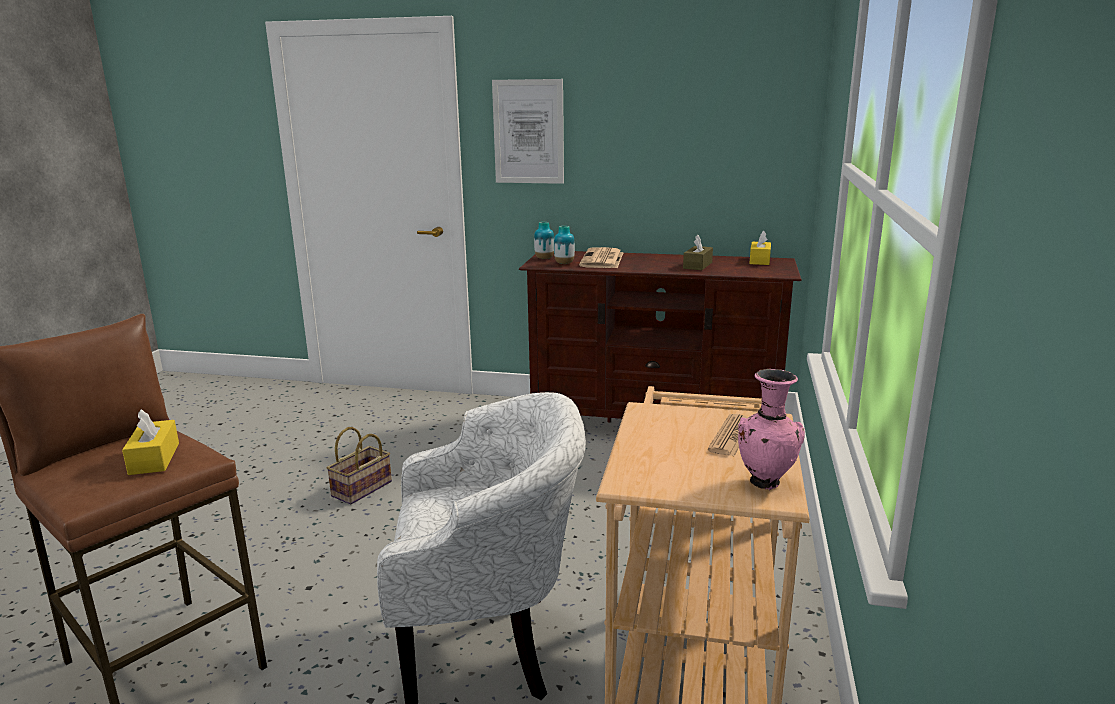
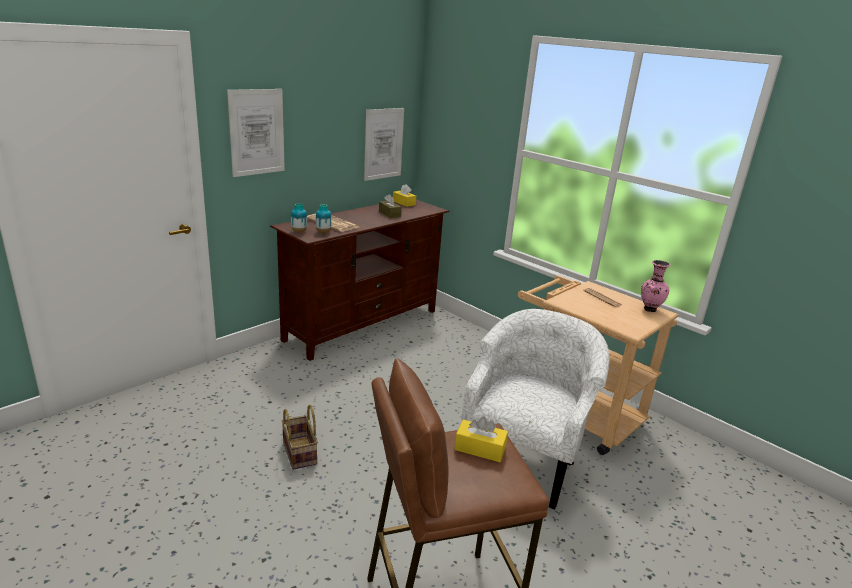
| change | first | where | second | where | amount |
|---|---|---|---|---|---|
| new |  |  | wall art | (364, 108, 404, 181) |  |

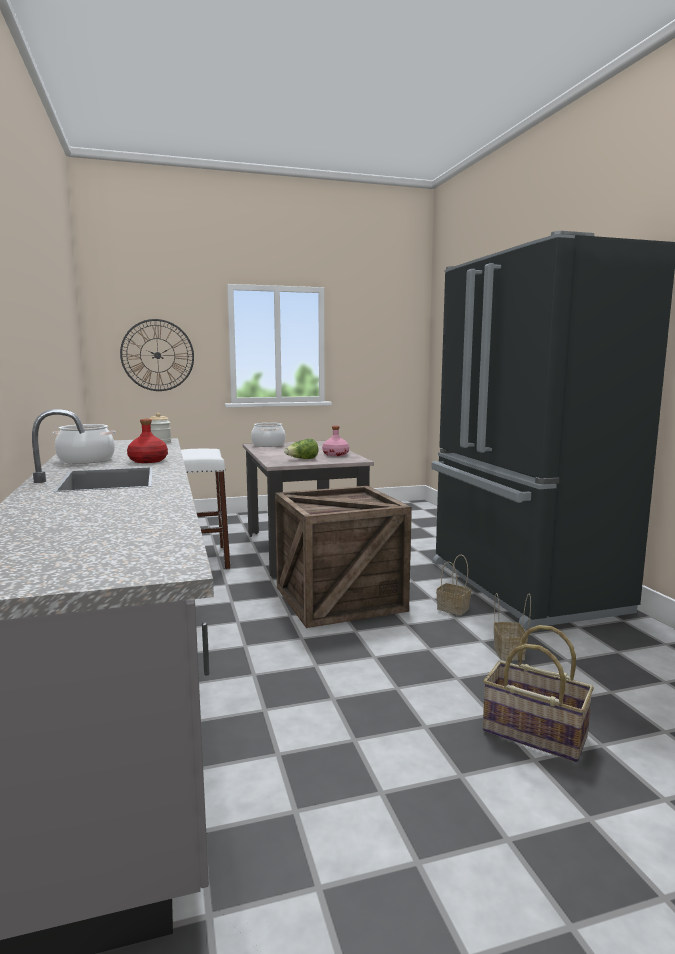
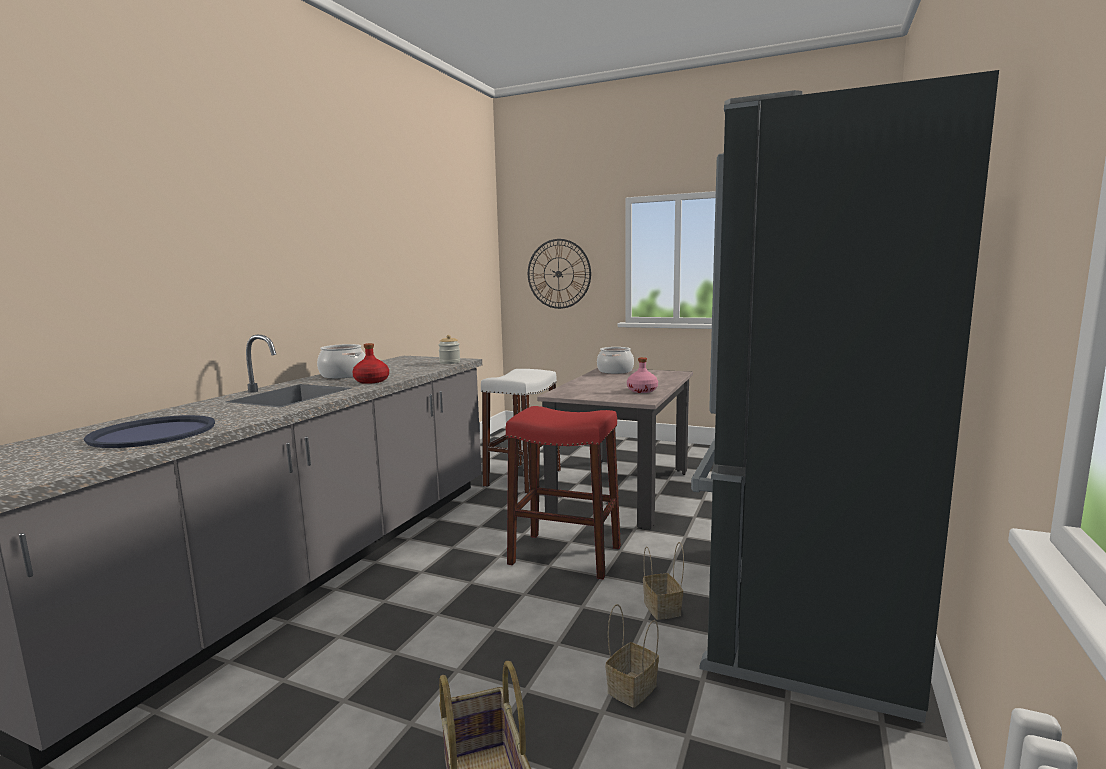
| change | first | where | second | where | amount |
|---|---|---|---|---|---|
| new |  |  | tray/bluish | (84, 415, 215, 448) |  |
| swapped | packing crate | (275, 486, 412, 628) | sitting stool/reddish | (506, 406, 621, 579) |  |
| gone | head of lettuce | (284, 439, 318, 459) |  |  |  |

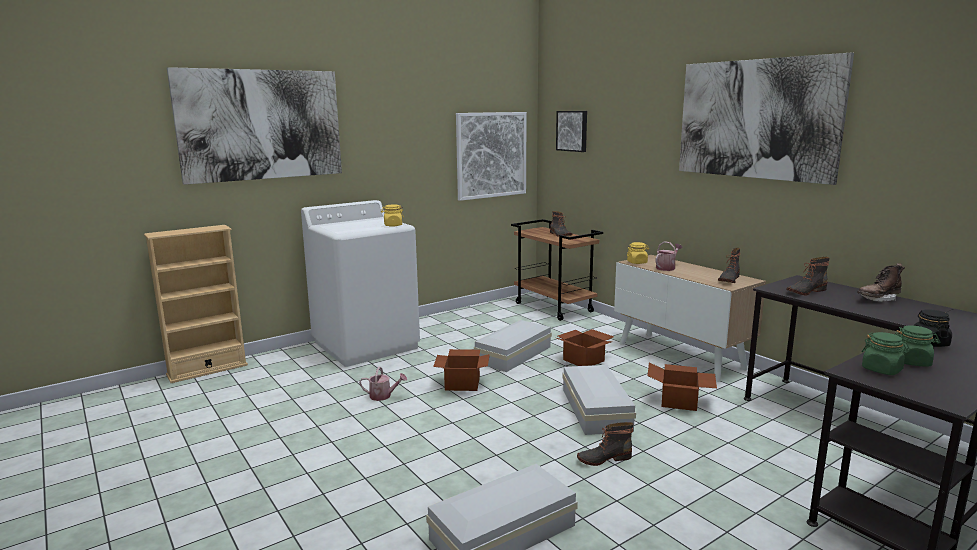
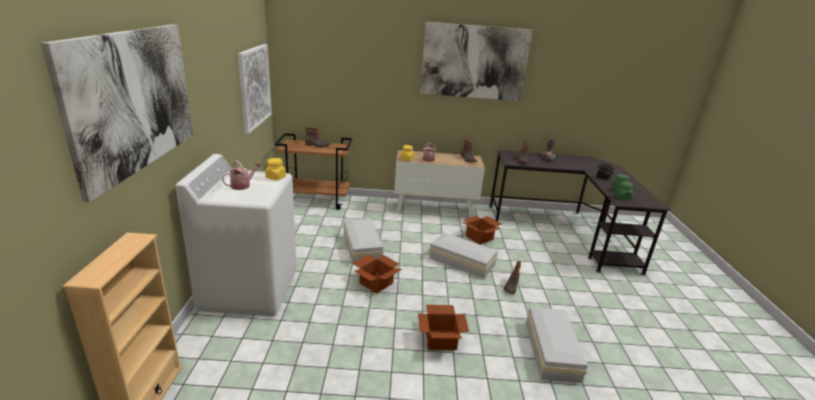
| change | first | where | second | where | amount |
|---|---|---|---|---|---|
| shifted | watering can | (359, 366, 407, 401) |  | (222, 160, 262, 190) |  |
| shifted | carton | (556, 329, 614, 366) |  | (418, 305, 469, 350) |  |
| gone | wall art | (556, 111, 587, 152) |  |  |  |

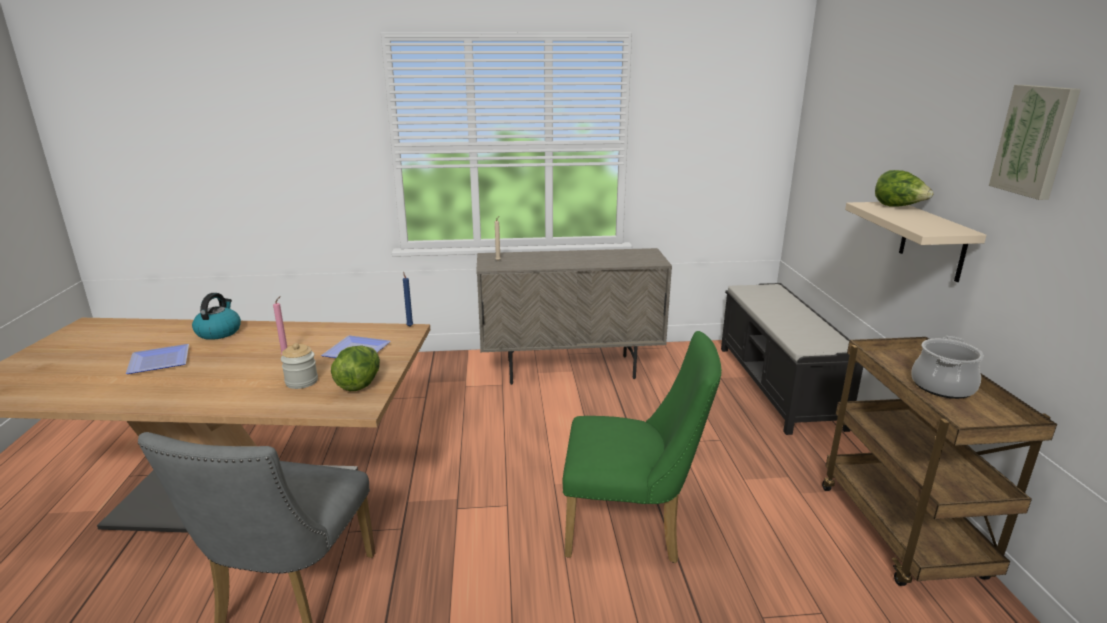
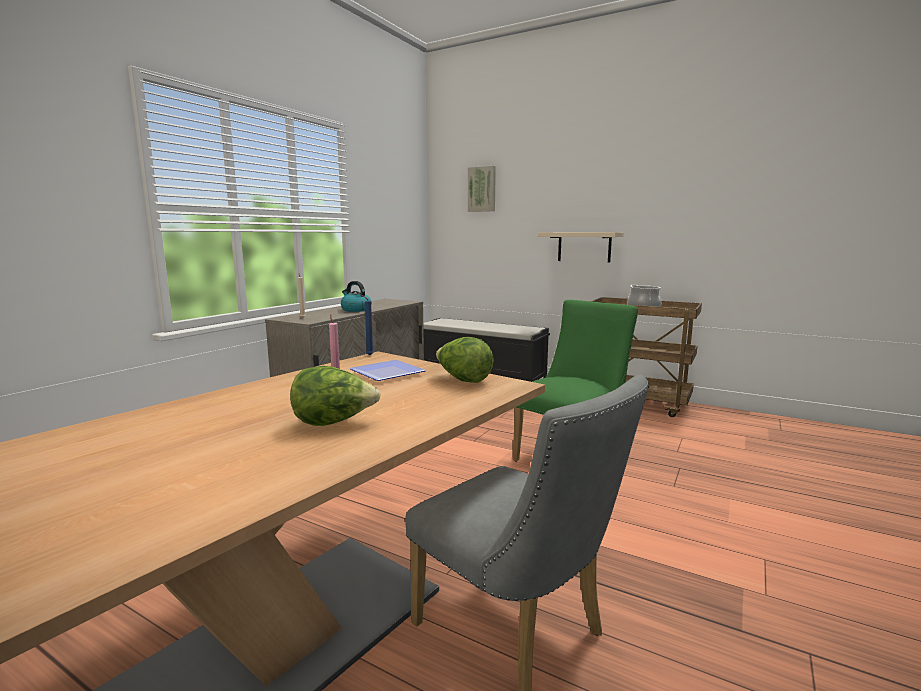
| change | first | where | second | where | amount |
|---|---|---|---|---|---|
| shifted | head of lettuce | (875, 170, 934, 207) |  | (290, 366, 381, 426) |  |
| shifted | tea kettle | (192, 293, 241, 340) |  | (341, 281, 372, 312) |  |
| shifted | wall art | (989, 85, 1081, 200) |  | (468, 166, 496, 212) |  |
| gone | plate | (126, 344, 189, 374) |  |  |  |
| gone | preserve jar | (281, 343, 318, 389) |  |  |  |

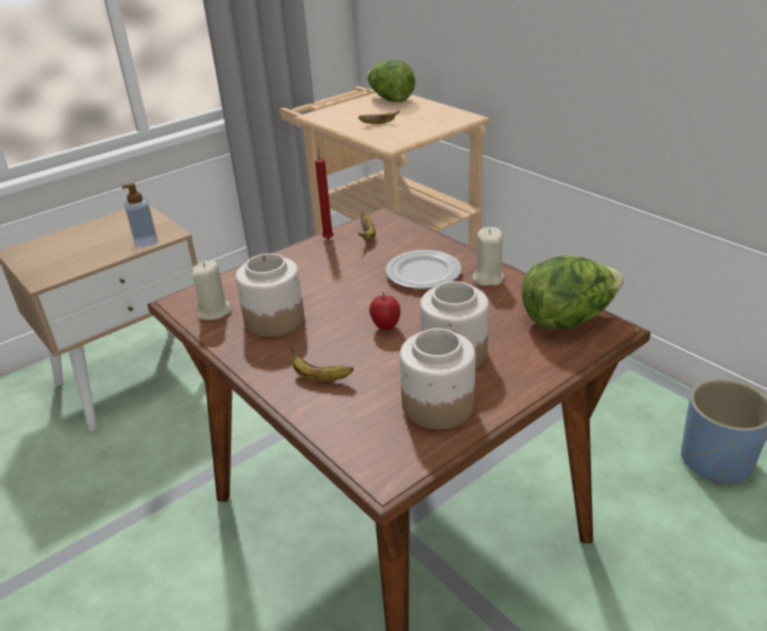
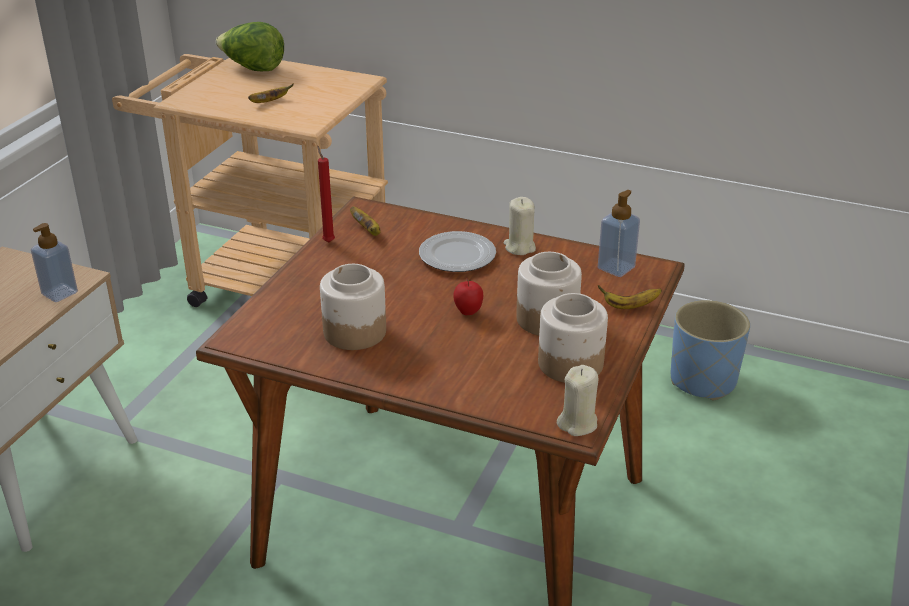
| change | first | where | second | where | amount |
|---|---|---|---|---|---|
| shifted | candle/beige | (192, 261, 232, 320) |  | (557, 365, 599, 436) |  |
| swapped | head of lettuce | (521, 255, 624, 330) | soap bottle | (598, 190, 640, 277) |  |
| shifted | whole banana | (291, 347, 354, 382) |  | (598, 285, 662, 309) |  |

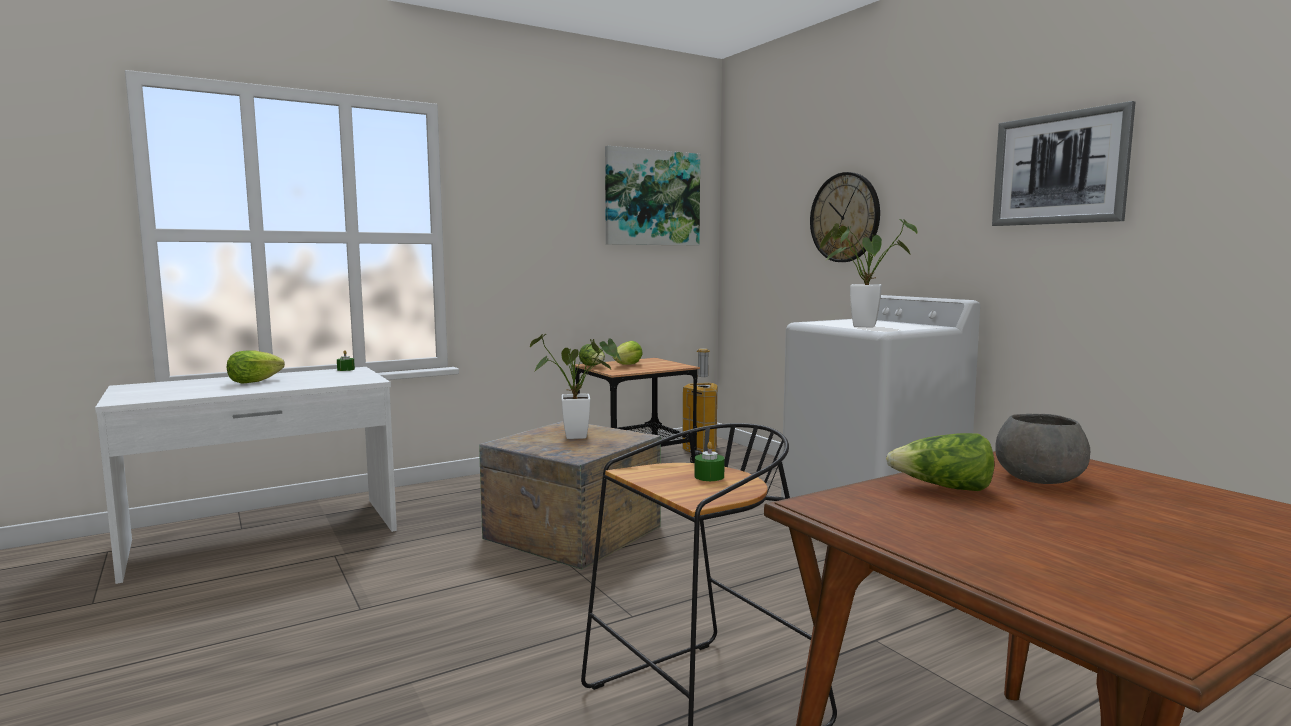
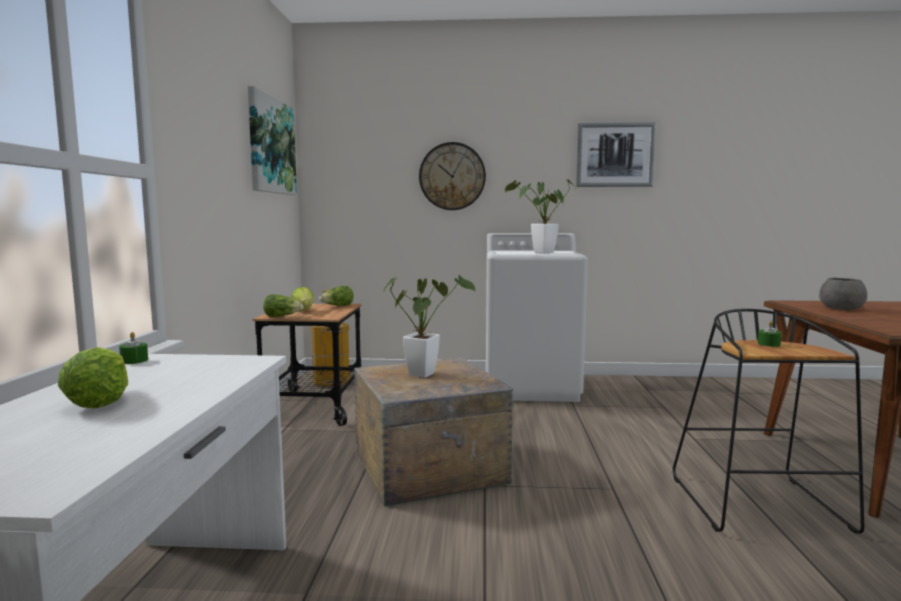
| change | first | where | second | where | amount |
|---|---|---|---|---|---|
| shifted | head of lettuce | (886, 433, 994, 491) |  | (319, 286, 354, 306) |  |

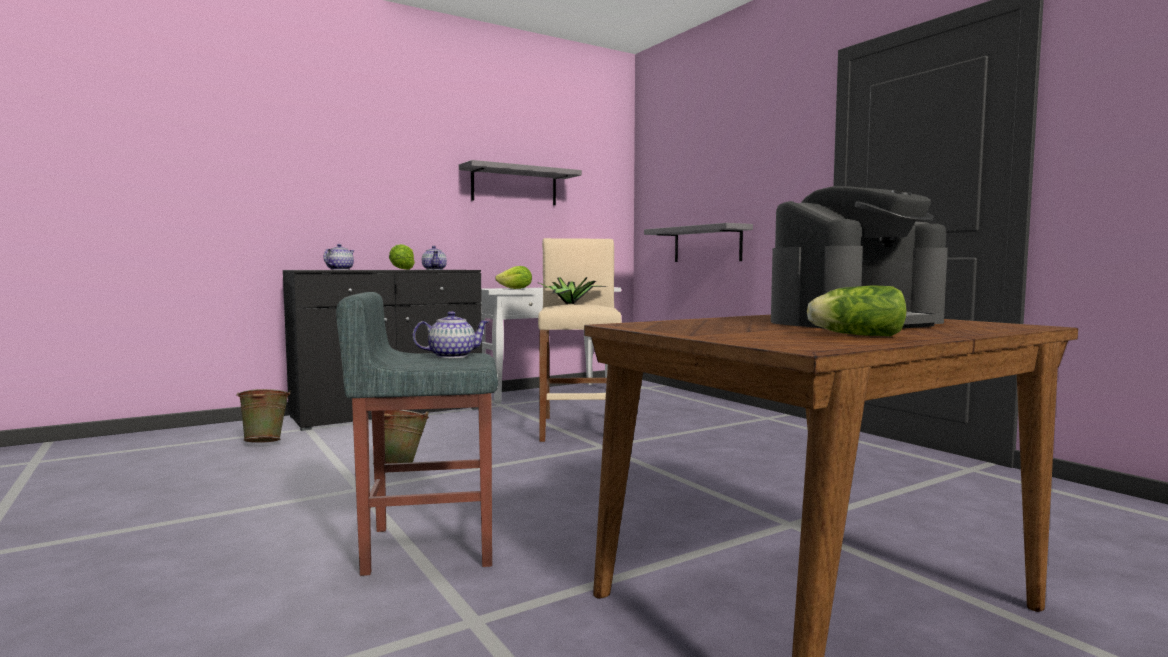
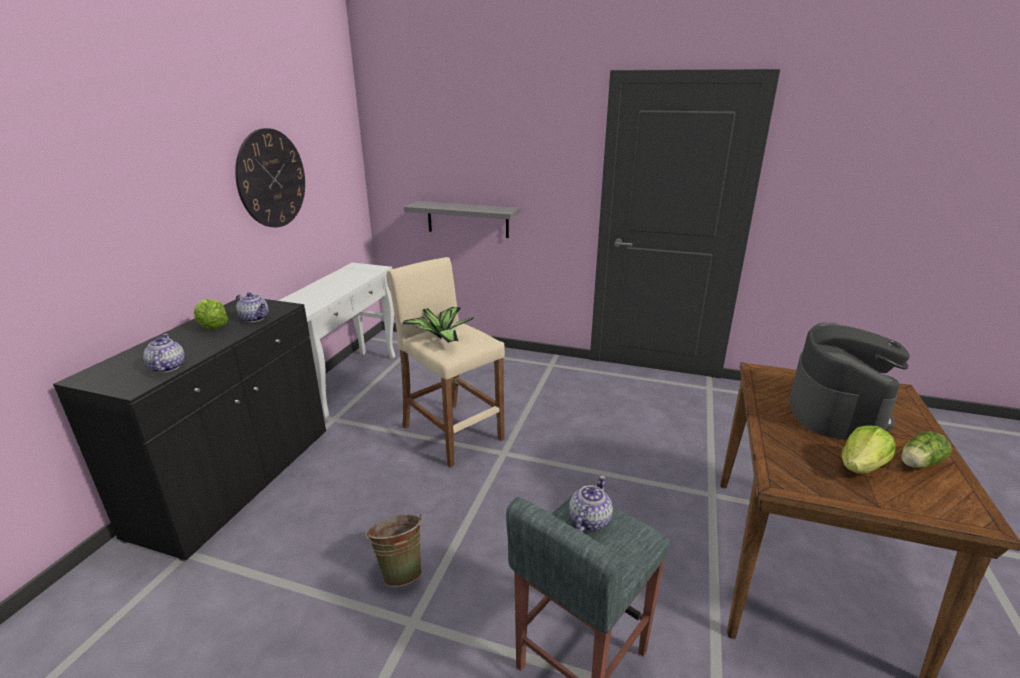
| change | first | where | second | where | amount |
|---|---|---|---|---|---|
| swapped | shelf/greyish | (459, 160, 582, 205) | hanging clock | (235, 128, 305, 227) |  |
| shifted | head of lettuce | (495, 266, 532, 289) |  | (841, 425, 896, 474) |  |
| gone | pail/green-coloured | (236, 389, 291, 443) |  |  |  |

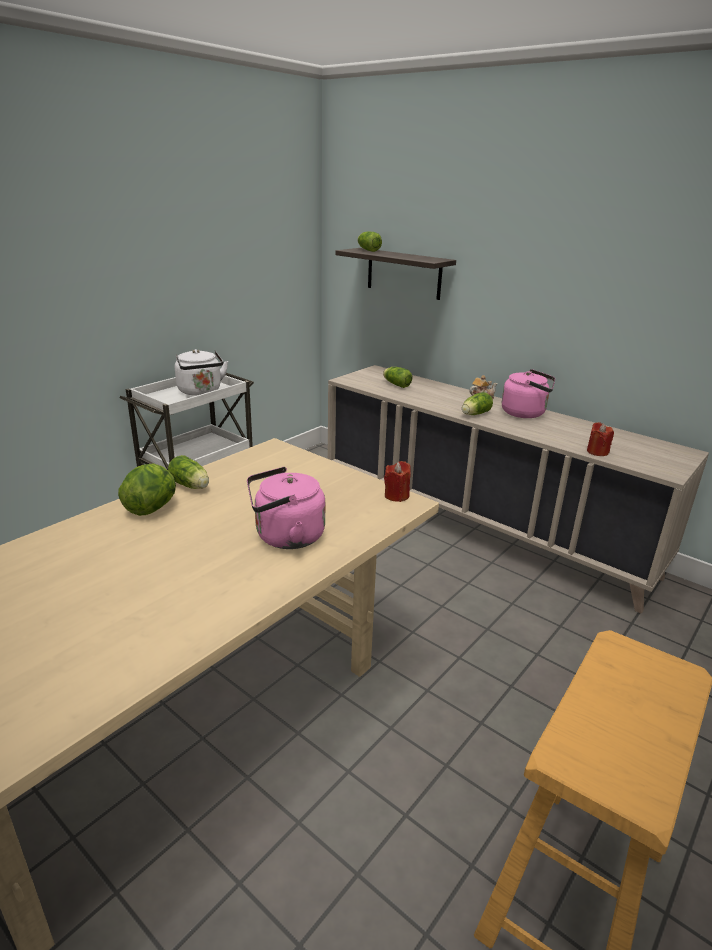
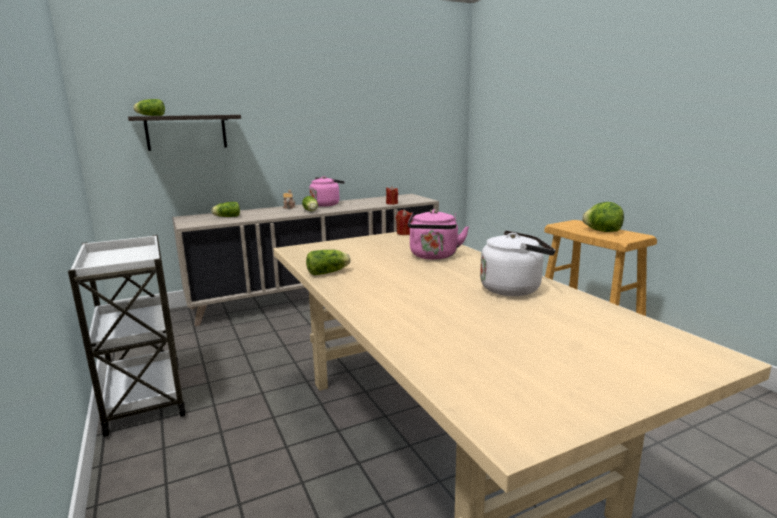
| change | first | where | second | where | amount |
|---|---|---|---|---|---|
| shifted | tea kettle/white | (175, 349, 228, 396) |  | (480, 230, 555, 296) |  |
| shifted | head of lettuce | (118, 464, 176, 516) |  | (582, 202, 624, 232) |  |

